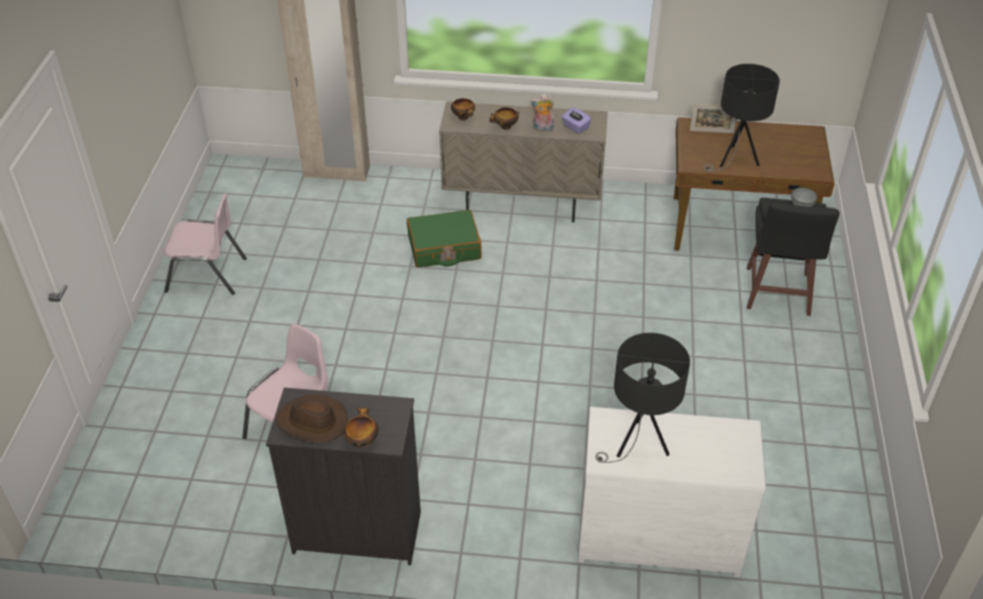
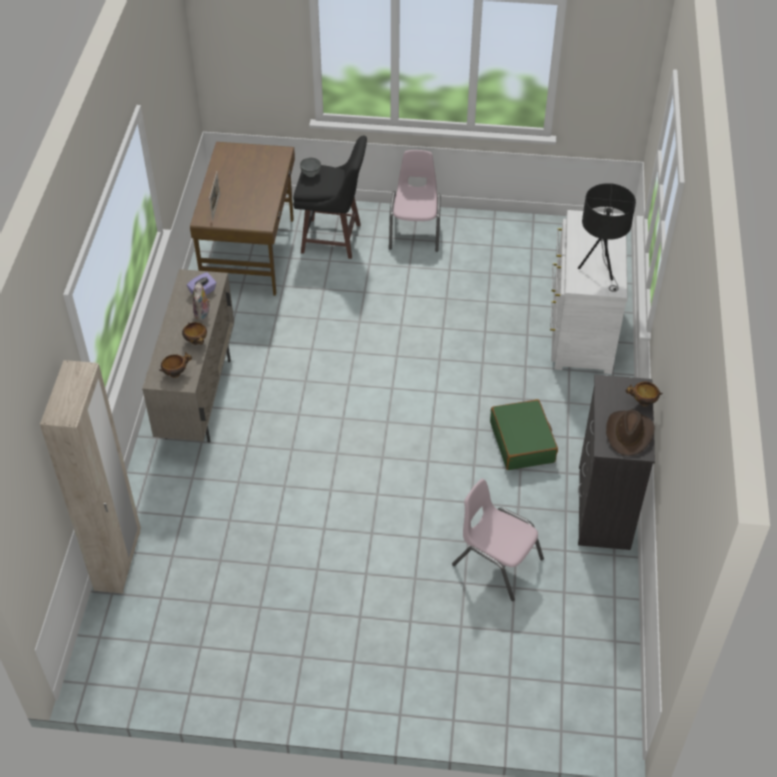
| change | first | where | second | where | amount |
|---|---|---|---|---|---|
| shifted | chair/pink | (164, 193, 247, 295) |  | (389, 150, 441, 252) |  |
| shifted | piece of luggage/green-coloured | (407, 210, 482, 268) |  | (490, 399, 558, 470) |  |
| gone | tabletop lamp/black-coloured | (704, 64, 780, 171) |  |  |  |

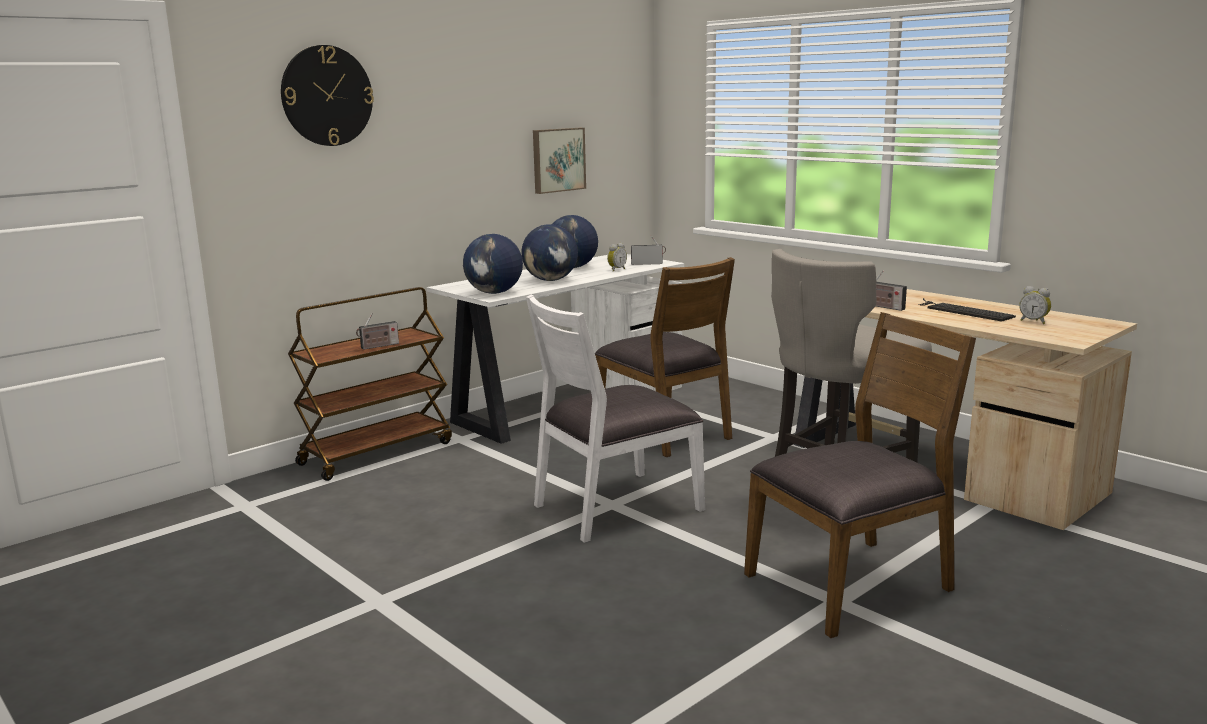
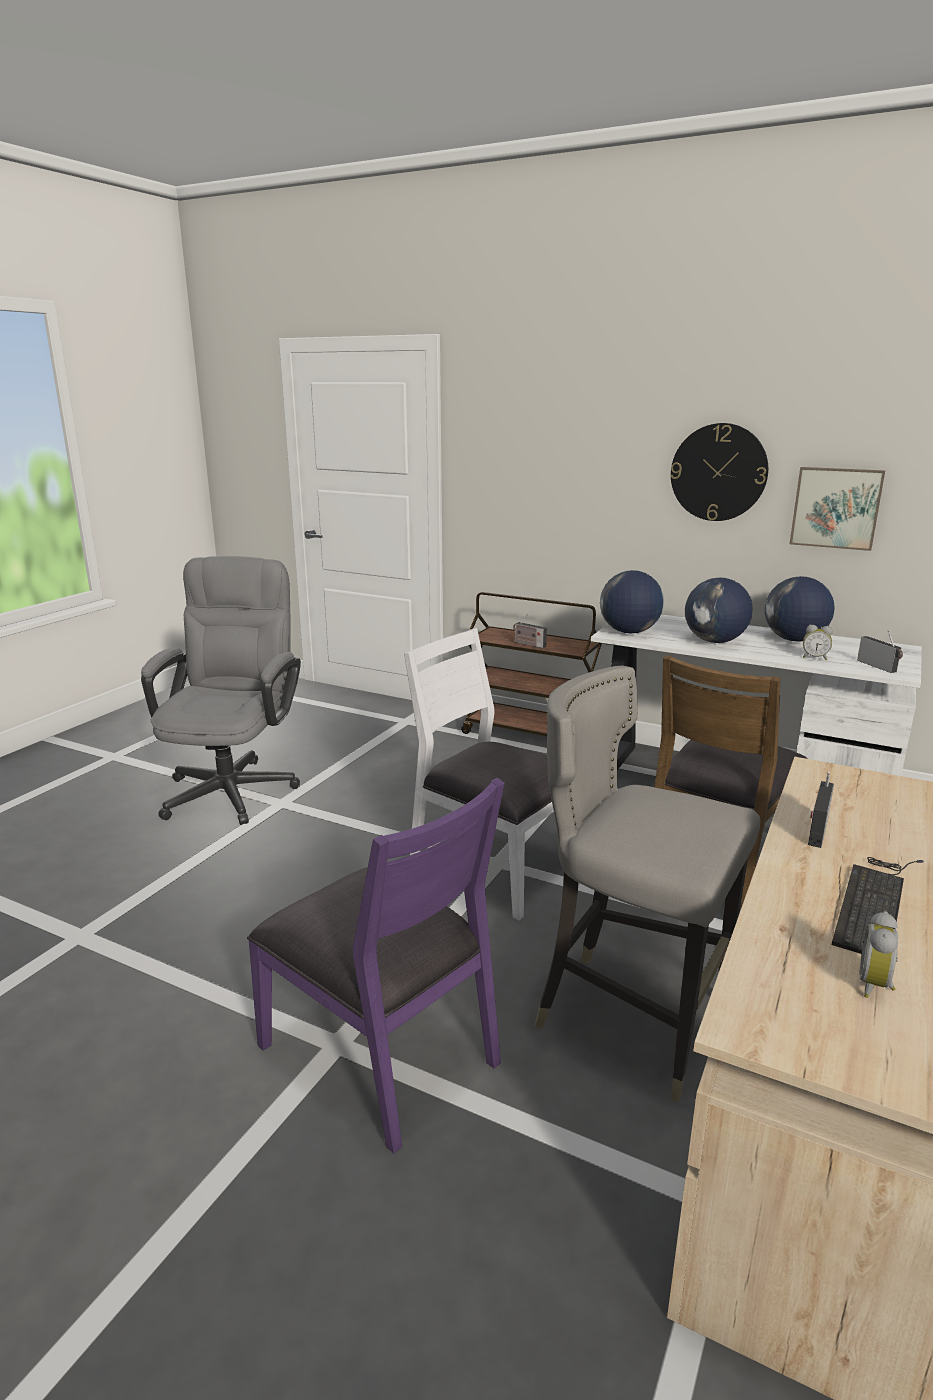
| change | first | where | second | where | amount |
|---|---|---|---|---|---|
| new |  |  | office chair/greyish | (141, 556, 301, 825) |  |
| repainted | chair/brownish | (744, 312, 976, 638) | chair/purple | (247, 778, 505, 1154) |  |
| shifted | hanging clock | (281, 45, 374, 146) |  | (671, 423, 768, 521) |  |

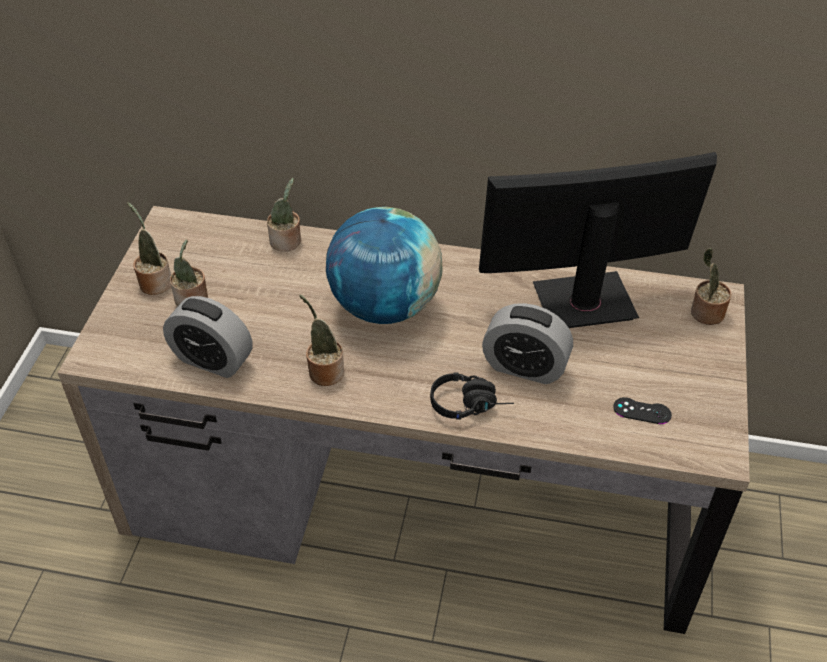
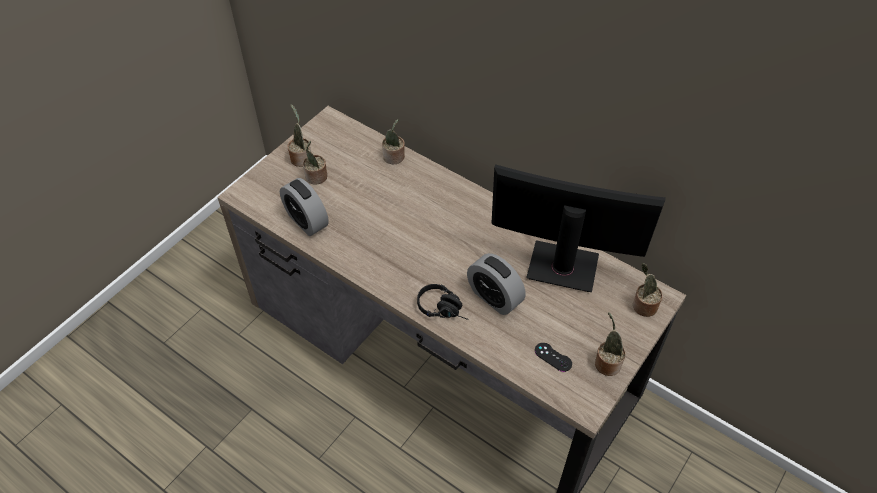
| change | first | where | second | where | amount |
|---|---|---|---|---|---|
| shifted | plant in a pot | (299, 295, 344, 386) |  | (595, 312, 626, 376) |  |
| gone | desk globe | (326, 207, 443, 324) |  |  |  |

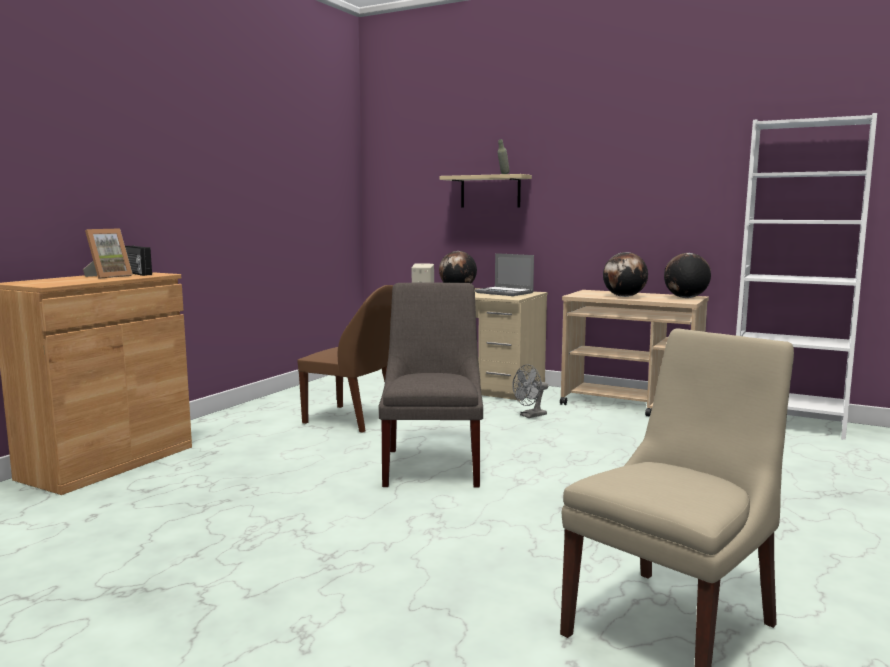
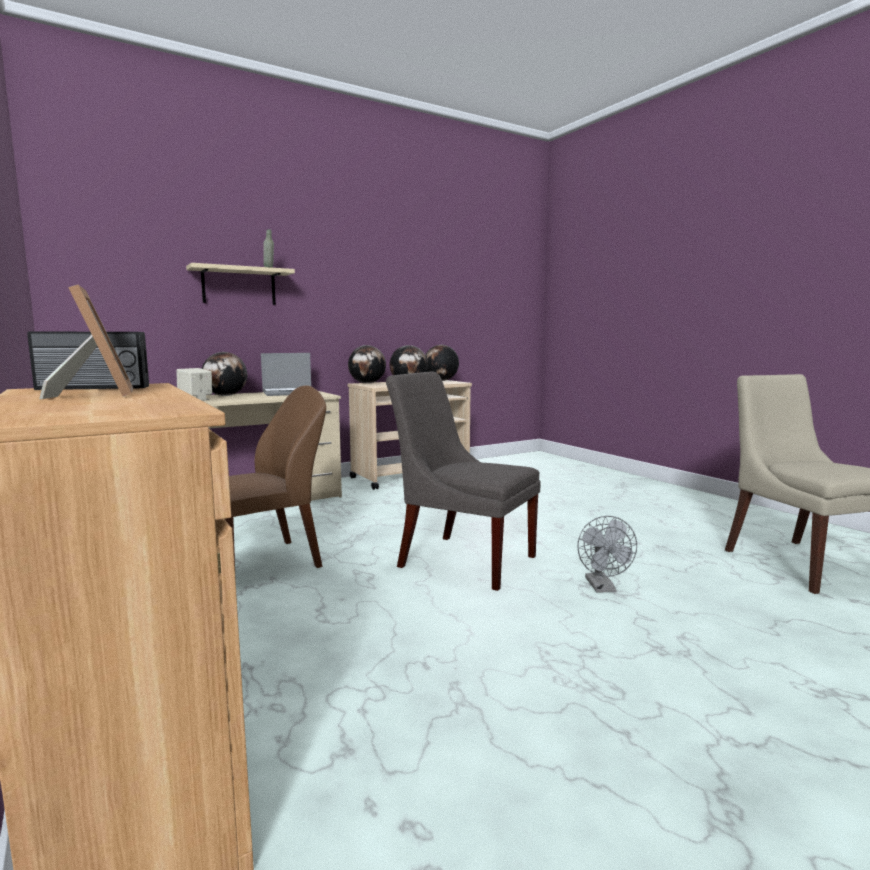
| change | first | where | second | where | amount |
|---|---|---|---|---|---|
| new |  |  | desk globe | (348, 345, 386, 384) |  |
| shifted | electric fan/greyish | (512, 364, 548, 418) |  | (578, 516, 637, 593) |  |
| gone | bookshelf/white | (736, 113, 877, 440) |  |  |  |

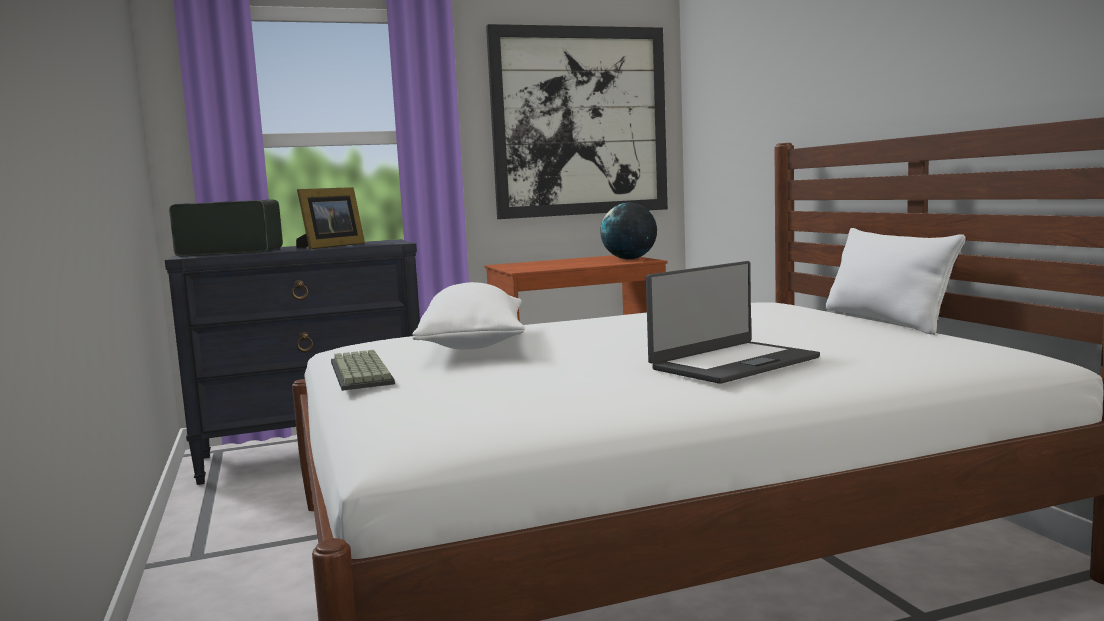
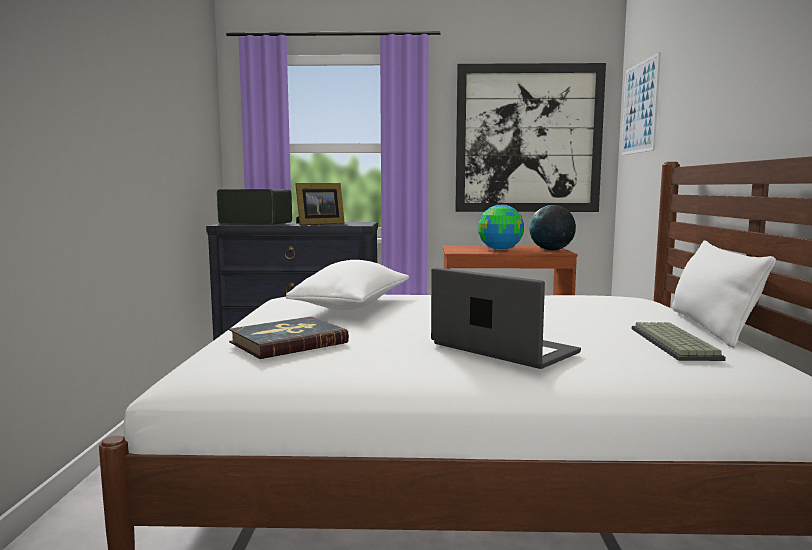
| change | first | where | second | where | amount |
|---|---|---|---|---|---|
| new |  |  | book | (229, 317, 349, 359) |  |
| rotated | laptop | (646, 261, 820, 384) |  | (431, 267, 581, 369) | 120 degrees counterclockwise |
| new |  |  | desk globe | (478, 205, 524, 250) |  |
| new |  |  | wall art | (621, 52, 661, 155) |  |
| shifted | PC keyboard | (331, 350, 395, 391) |  | (632, 322, 726, 361) |  |

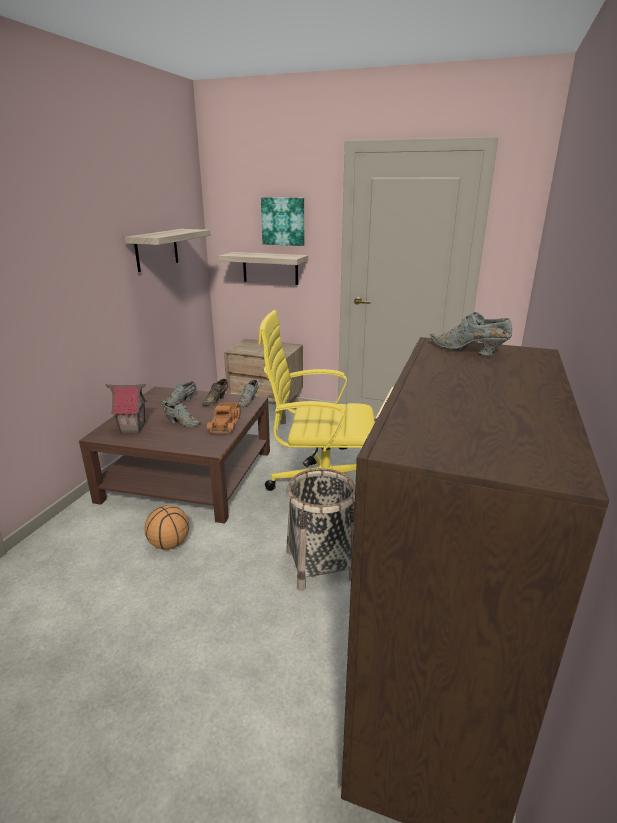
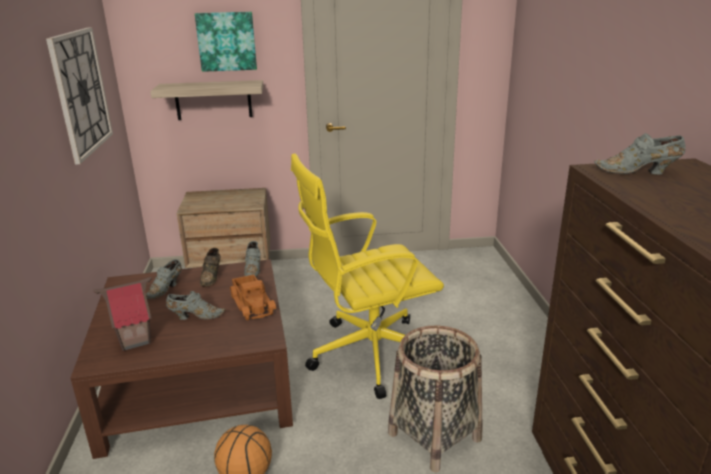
| change | first | where | second | where | amount |
|---|---|---|---|---|---|
| swapped | shelf | (125, 229, 211, 272) | hanging clock | (46, 27, 113, 165) |  |

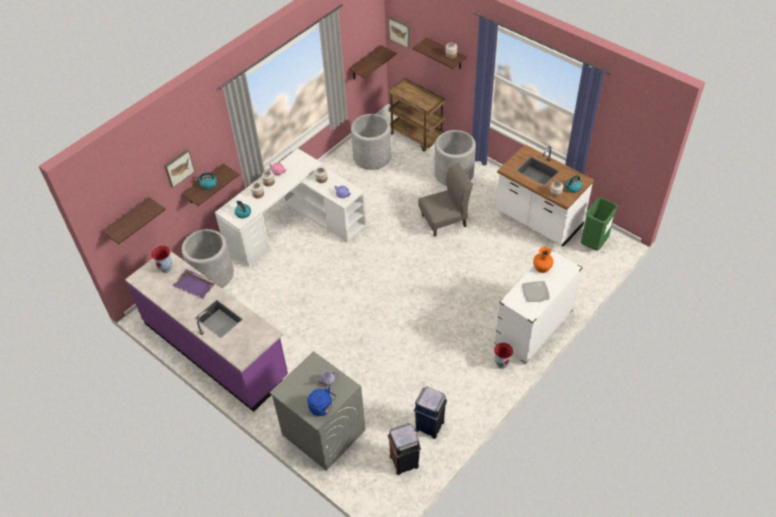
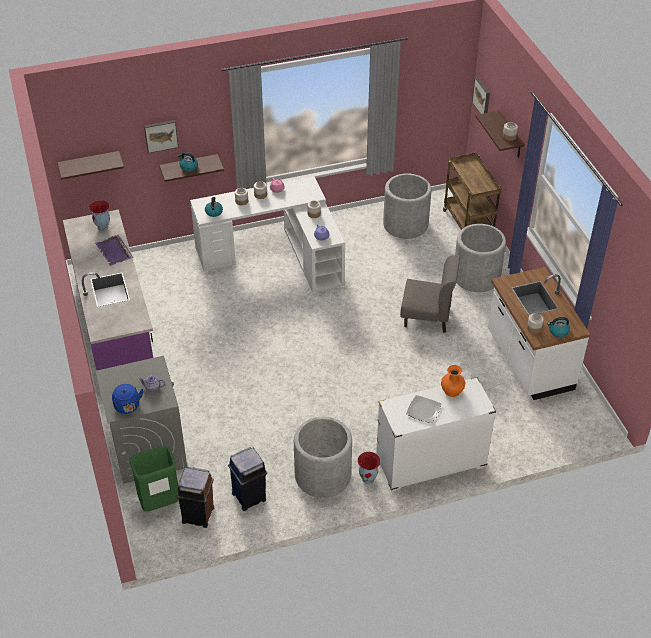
| change | first | where | second | where | amount |
|---|---|---|---|---|---|
| shifted | trash can/green-coloured | (581, 197, 617, 251) |  | (129, 446, 179, 512) |  |
| shifted | plant pot/greyish | (182, 229, 234, 288) |  | (294, 417, 352, 498) |  |
| gone | shelf | (349, 45, 397, 79) |  |  |  |

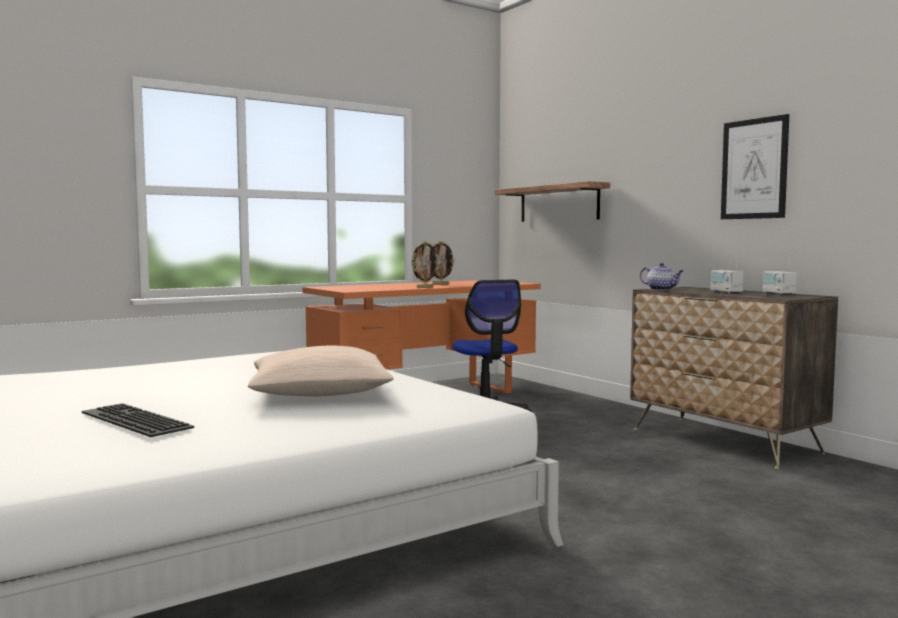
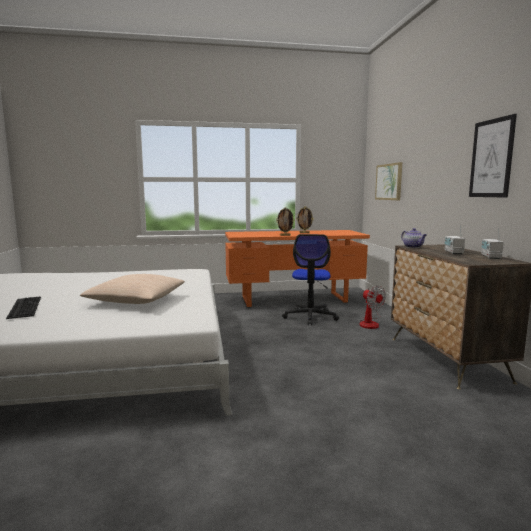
| change | first | where | second | where | amount |
|---|---|---|---|---|---|
| new |  |  | electric fan | (360, 286, 386, 329) |  |
| swapped | shelf | (494, 181, 610, 222) | wall art | (375, 162, 402, 200) |  |

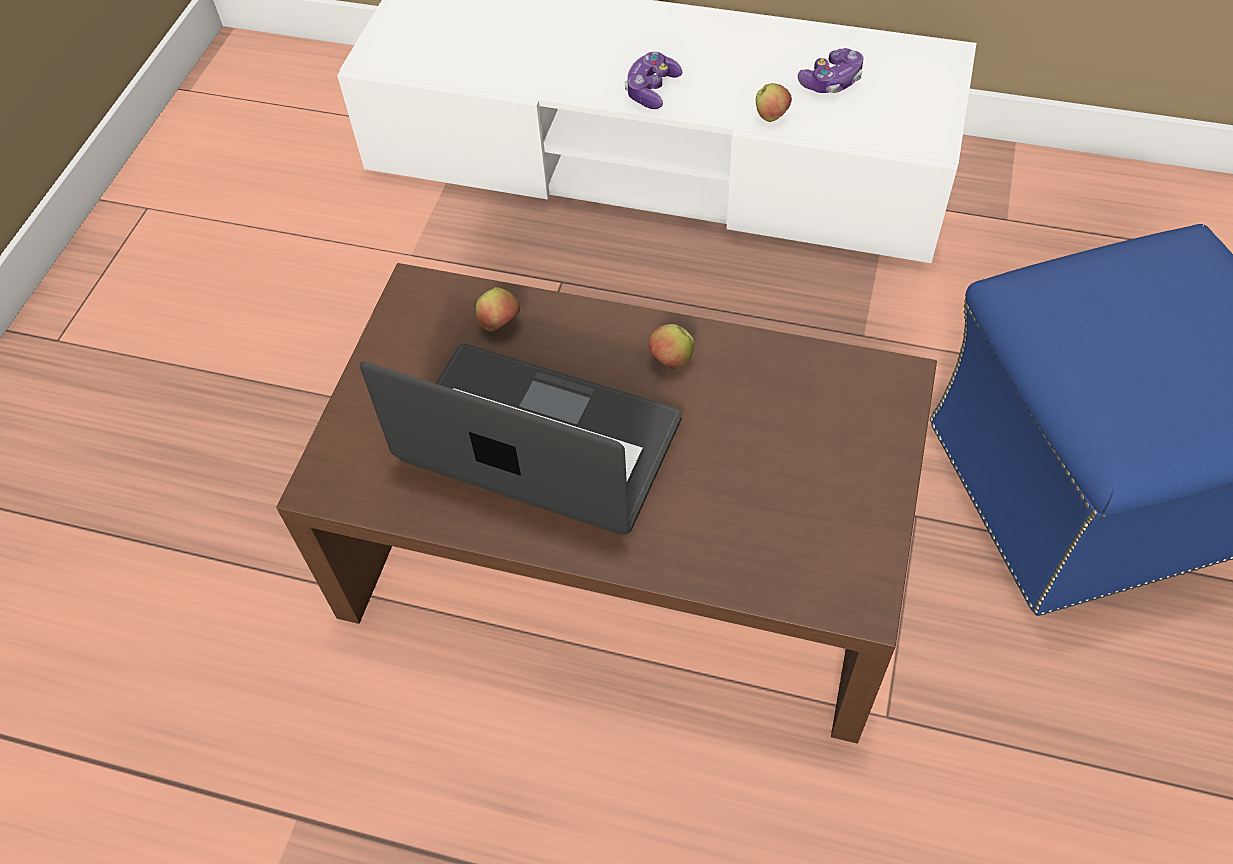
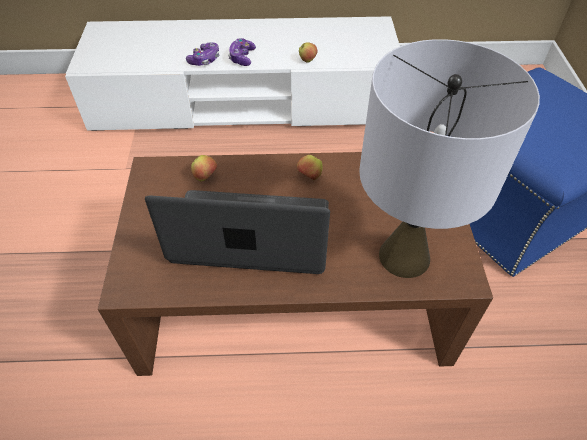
| change | first | where | second | where | amount |
|---|---|---|---|---|---|
| shifted | joypad | (798, 48, 864, 93) |  | (186, 42, 219, 66) |  |
| new |  |  | tabletop lamp/greyish | (359, 39, 540, 278) |  |

